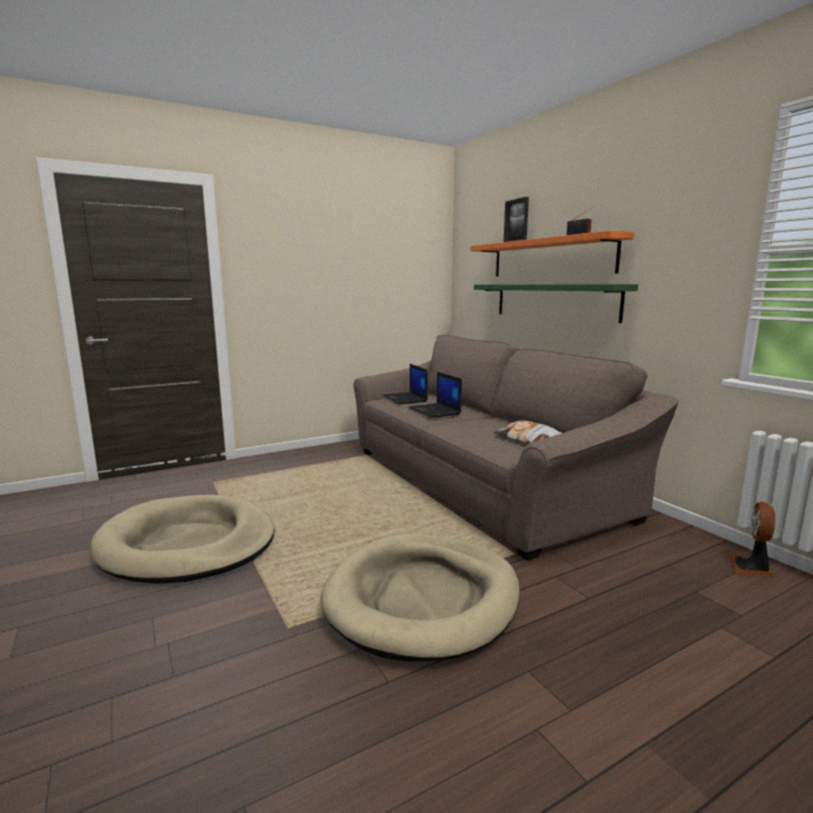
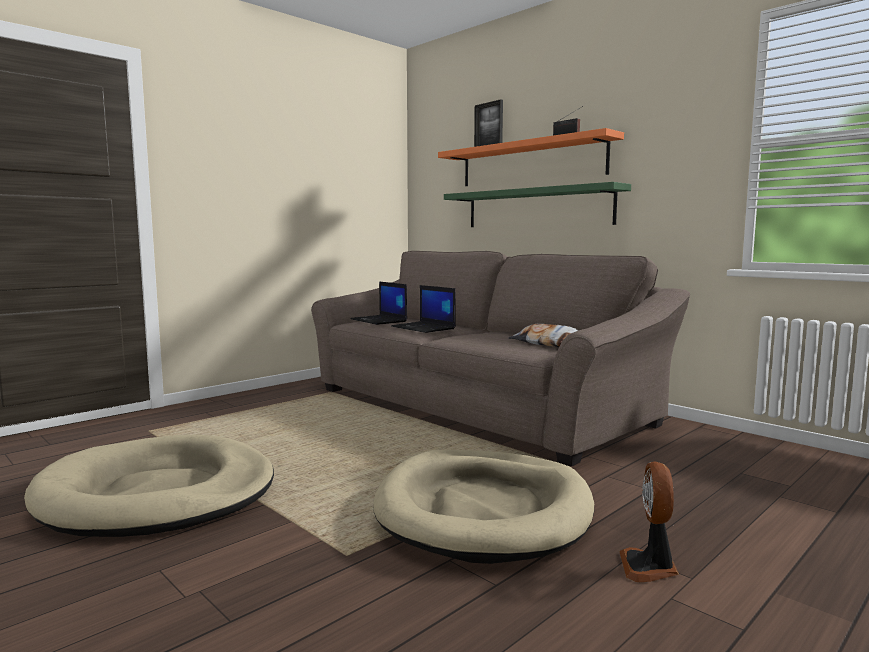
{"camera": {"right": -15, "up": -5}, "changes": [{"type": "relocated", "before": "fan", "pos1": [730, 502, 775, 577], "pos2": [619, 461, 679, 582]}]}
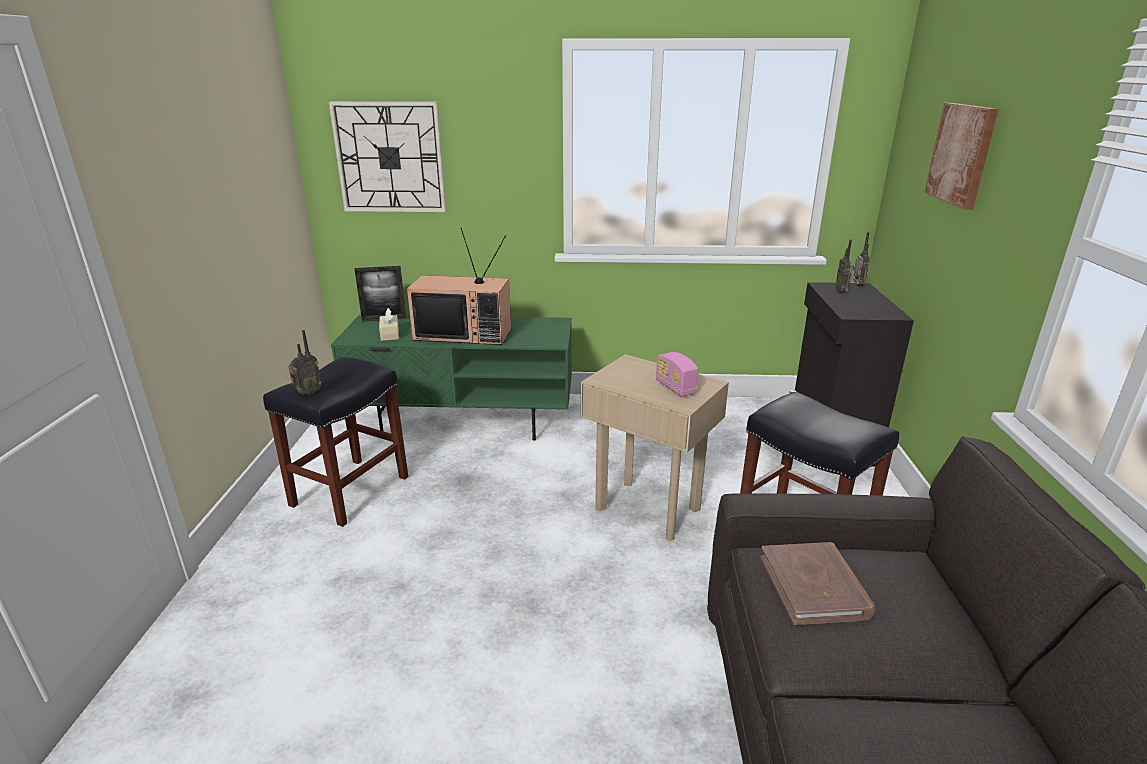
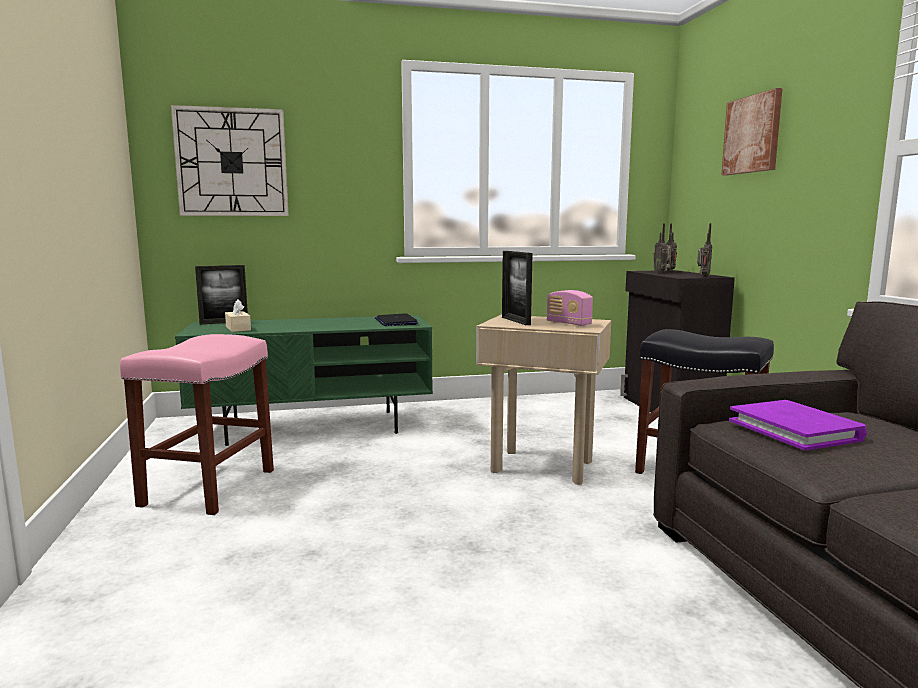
{"camera": {"right": -15, "up": -15}, "changes": [{"type": "missing", "before": "television", "pos1": [407, 228, 511, 345]}, {"type": "relocated", "before": "radio", "pos1": [288, 330, 322, 395], "pos2": [697, 223, 712, 277]}, {"type": "colour", "before": "stool in black", "after": "stool in pink", "pos1": [263, 357, 408, 527], "pos2": [120, 334, 274, 515]}, {"type": "colour", "before": "book in brown", "after": "book in purple", "pos1": [760, 542, 876, 625], "pos2": [729, 400, 867, 451]}, {"type": "appeared", "after": "picture frame", "pos2": [502, 251, 533, 325]}, {"type": "appeared", "after": "laptop", "pos2": [375, 313, 418, 326]}]}
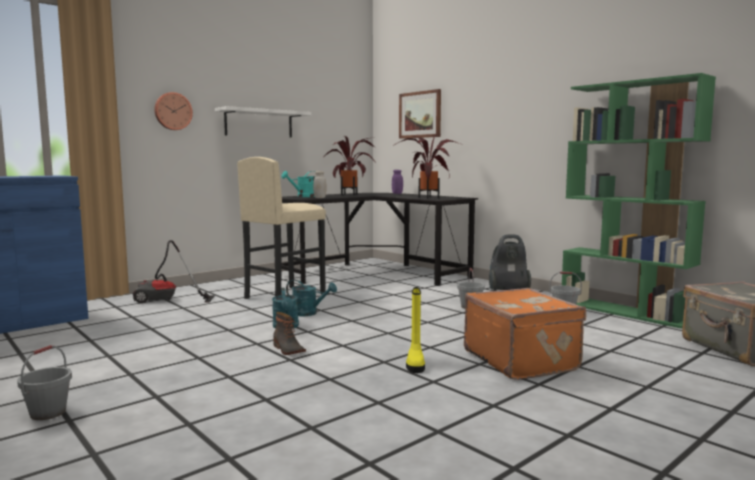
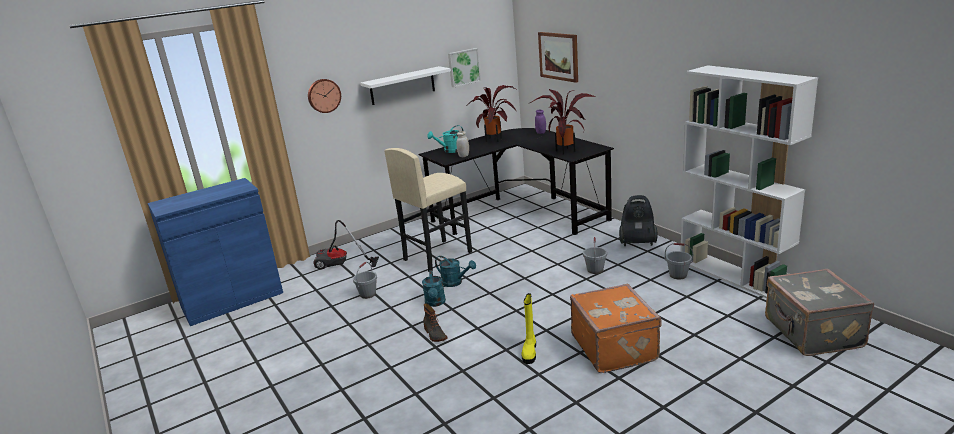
{"camera": {"right": 10, "up": 15}, "changes": [{"type": "colour", "before": "bookcase in green", "after": "bookcase in white", "pos1": [562, 73, 716, 329], "pos2": [680, 65, 818, 298]}, {"type": "relocated", "before": "bucket in grey", "pos1": [17, 345, 72, 420], "pos2": [353, 262, 377, 299]}, {"type": "appeared", "after": "picture", "pos2": [448, 48, 481, 87]}]}
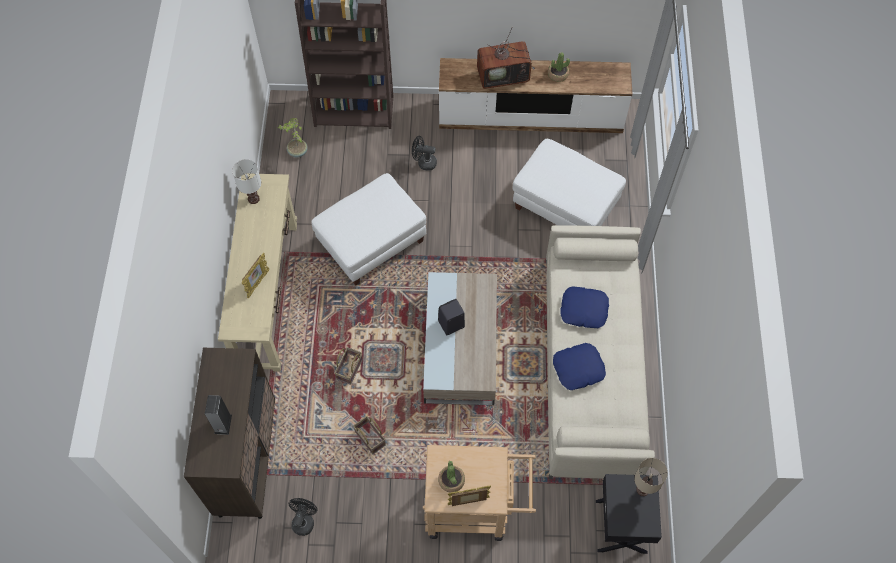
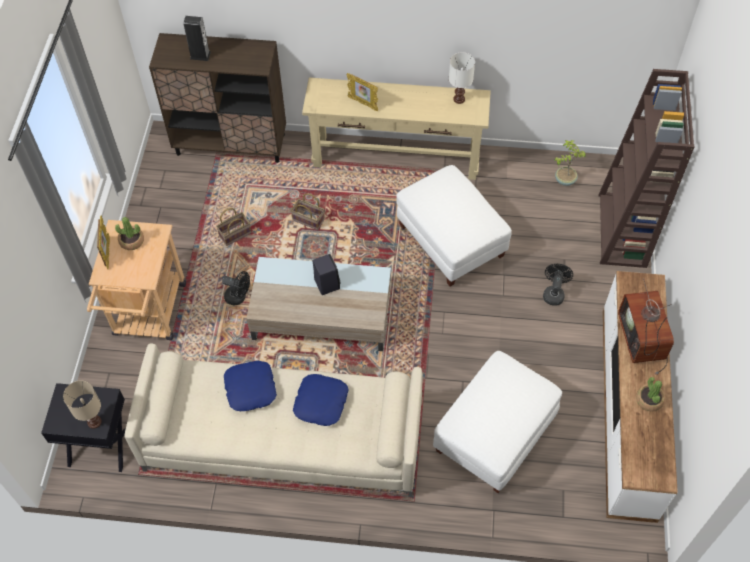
{"camera": {"right": 95, "up": -5}, "changes": [{"type": "relocated", "before": "fan in black", "pos1": [289, 498, 317, 536], "pos2": [222, 271, 250, 305]}]}
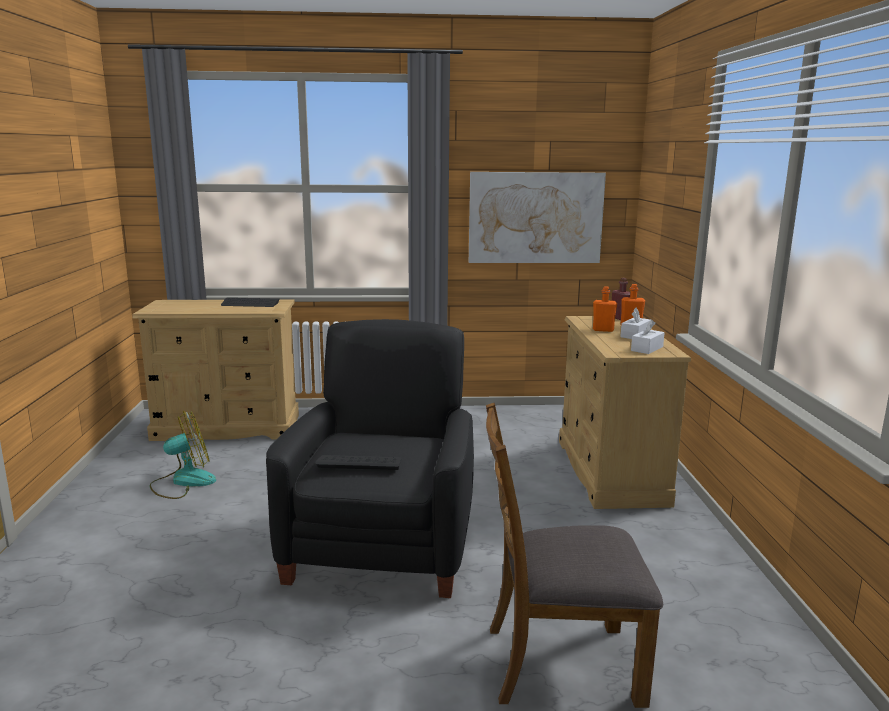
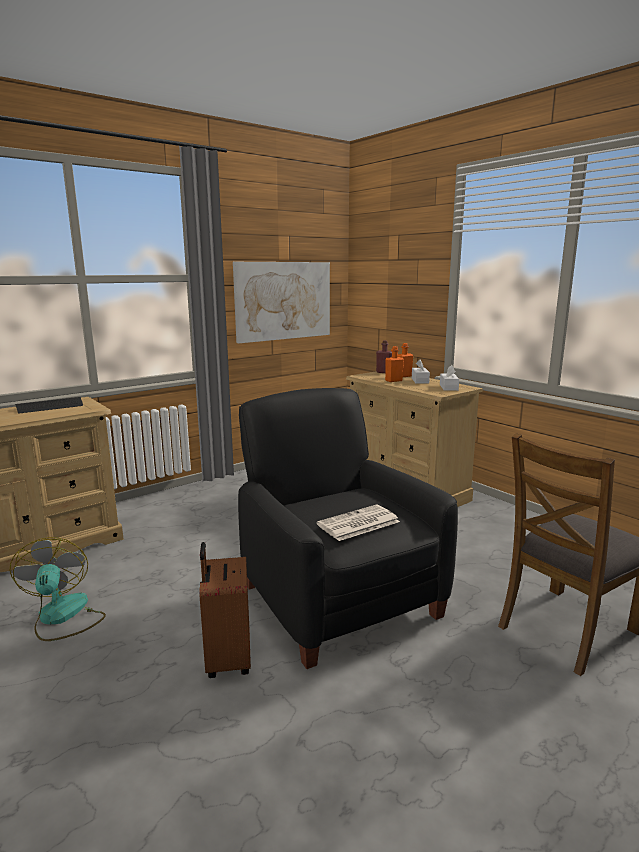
{"camera": {"right": -35, "up": 0}, "changes": [{"type": "spun", "before": "fan", "pos1": [150, 411, 216, 499], "pos2": [10, 537, 106, 641], "turn": -45}, {"type": "exchanged", "before": "keyboard", "after": "newspaper", "pos1": [316, 455, 402, 470], "pos2": [317, 505, 400, 541]}, {"type": "appeared", "after": "suitcase in brown", "pos2": [199, 542, 251, 678]}]}
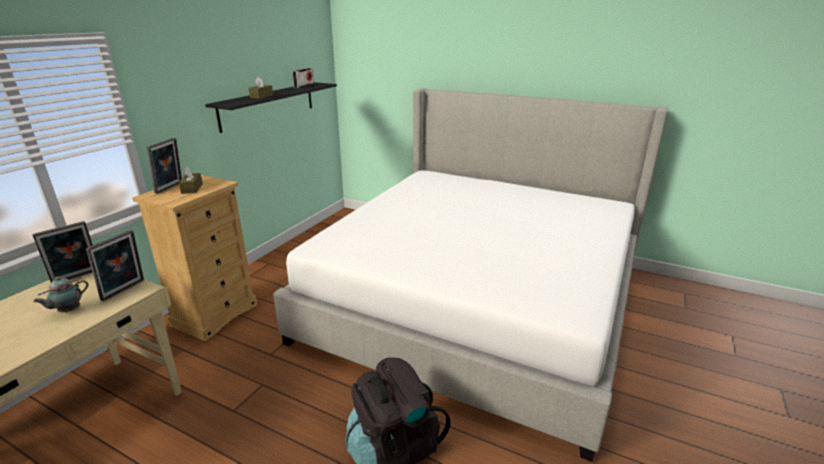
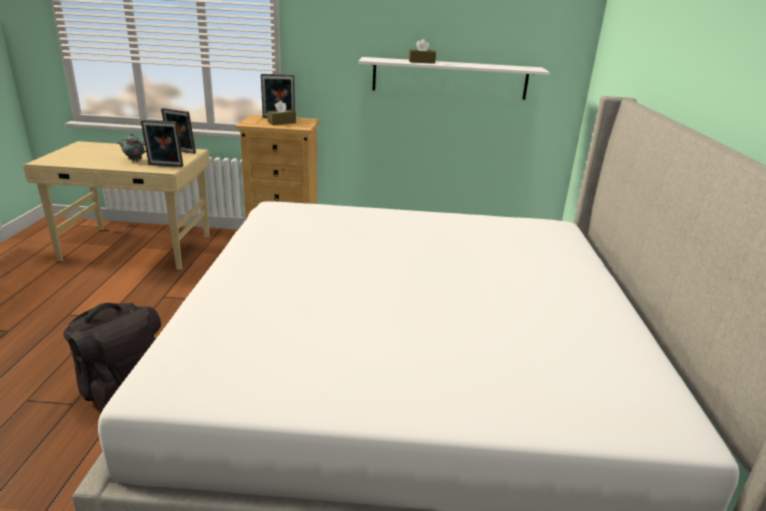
{"camera": {"right": 65, "up": 0}, "changes": [{"type": "missing", "before": "radio", "pos1": [292, 68, 314, 88]}, {"type": "colour", "before": "shelf in black", "after": "shelf in white", "pos1": [205, 82, 337, 133], "pos2": [358, 57, 550, 100]}]}
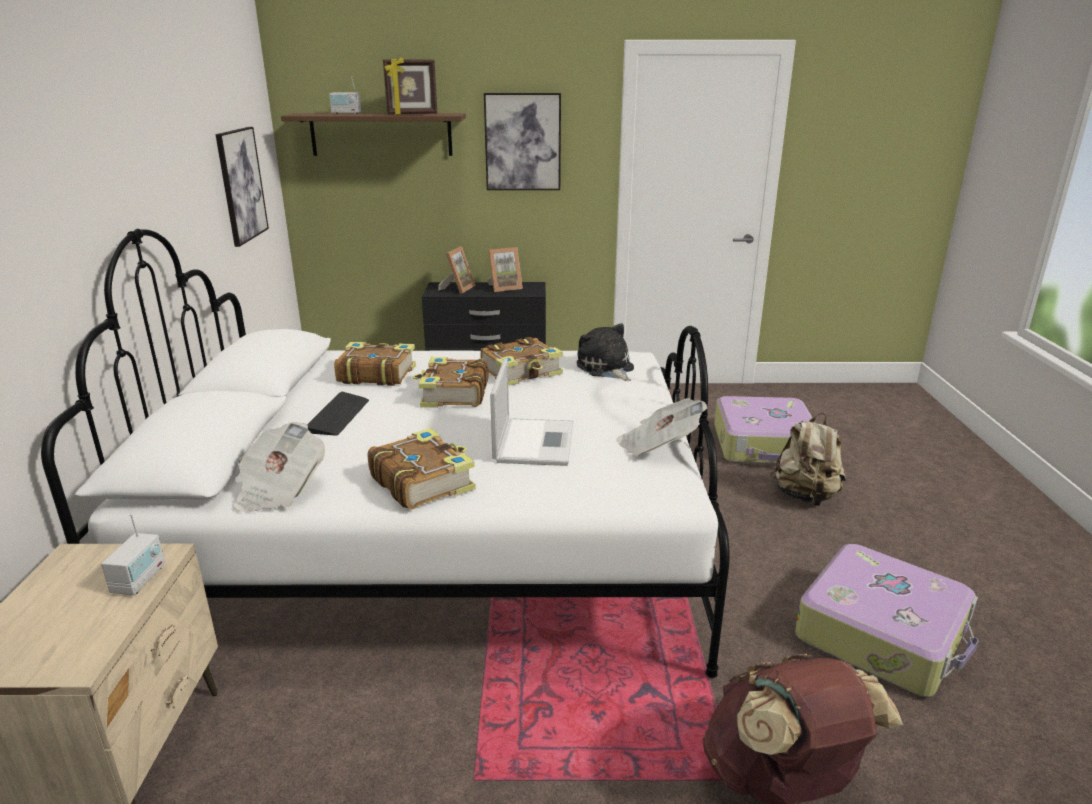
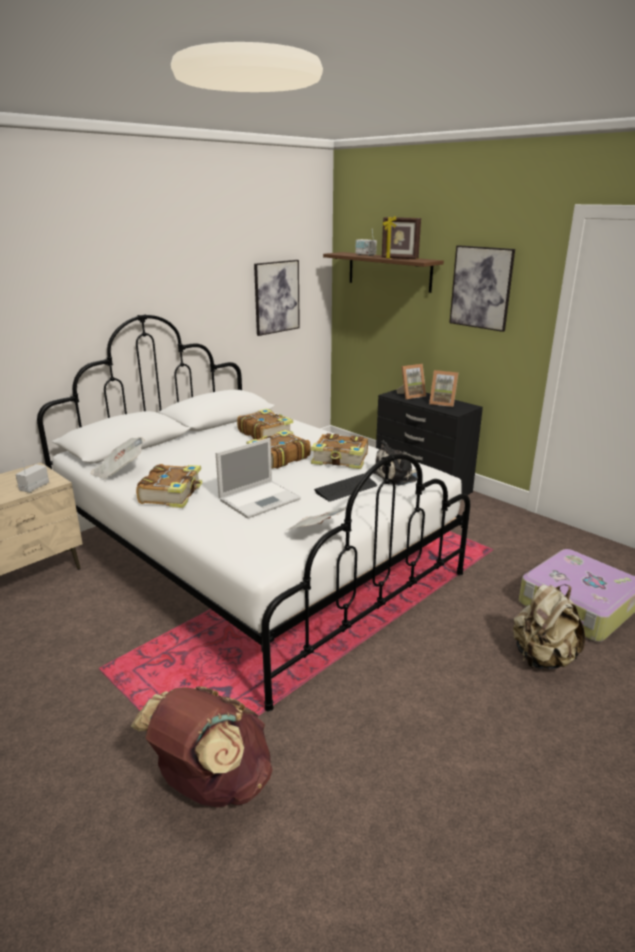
{"camera": {"right": 45, "up": 0}, "changes": [{"type": "spun", "before": "plush toy", "pos1": [577, 323, 634, 381], "pos2": [374, 440, 417, 486], "turn": -135}, {"type": "relocated", "before": "keyboard", "pos1": [307, 392, 369, 436], "pos2": [314, 473, 377, 502]}, {"type": "spun", "before": "radio", "pos1": [101, 514, 165, 595], "pos2": [16, 459, 49, 493], "turn": 150}, {"type": "missing", "before": "suitcase", "pos1": [795, 544, 979, 697]}]}
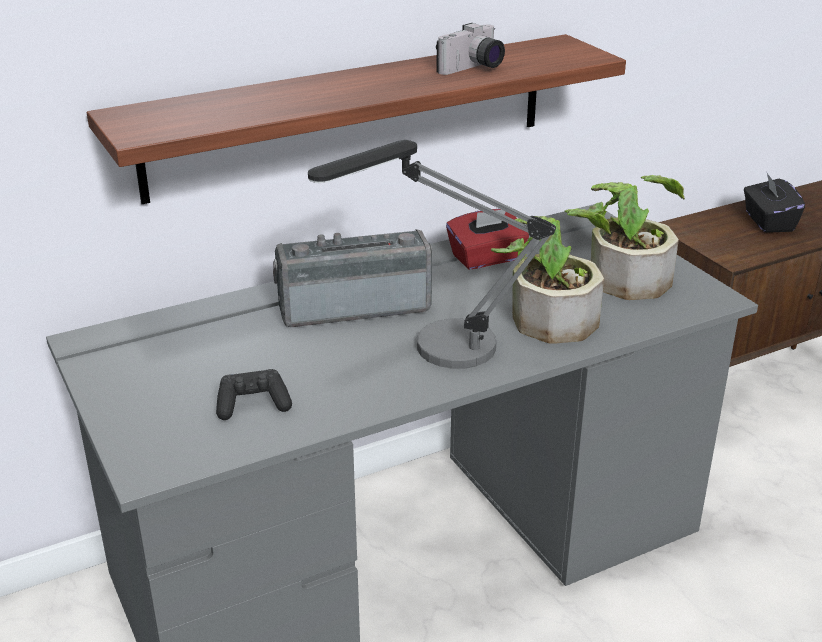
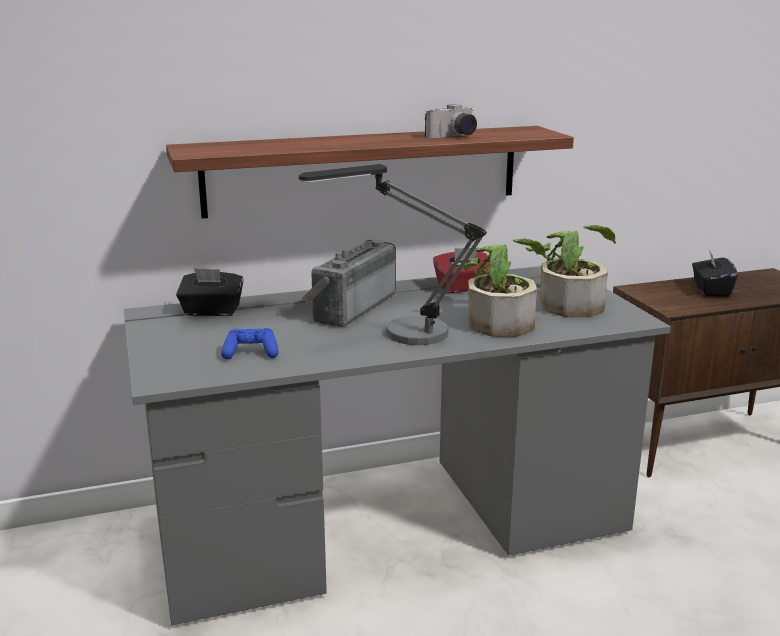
{"camera": {"right": 10, "up": -10}, "changes": [{"type": "spun", "before": "radio", "pos1": [273, 229, 432, 327], "pos2": [303, 240, 396, 327], "turn": -60}, {"type": "colour", "before": "game controller in black", "after": "game controller in blue", "pos1": [216, 369, 292, 420], "pos2": [221, 328, 279, 359]}, {"type": "appeared", "after": "tissue box in black", "pos2": [176, 268, 244, 316]}]}
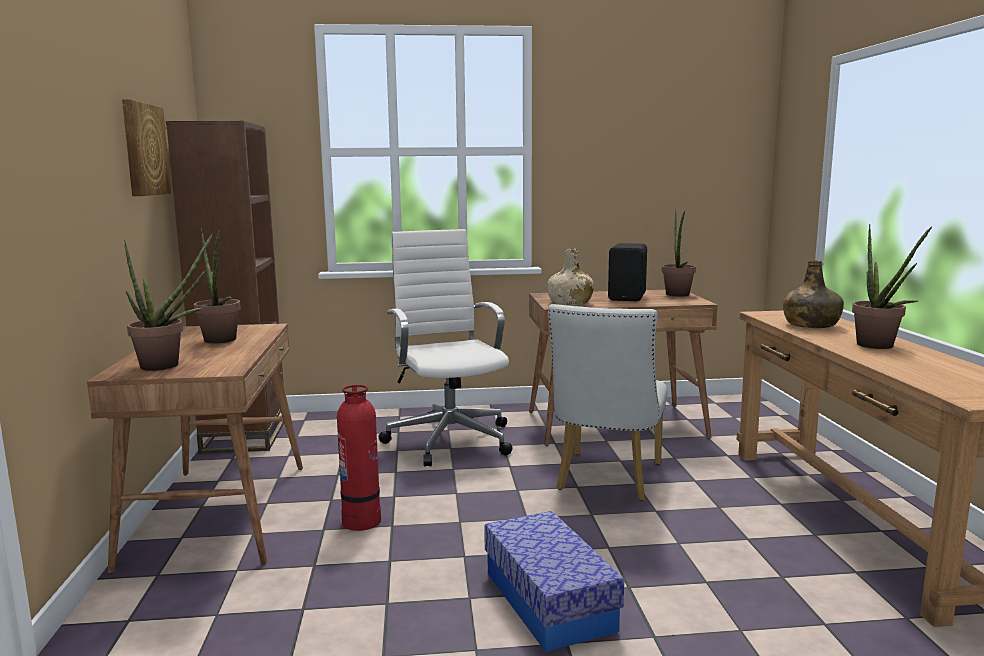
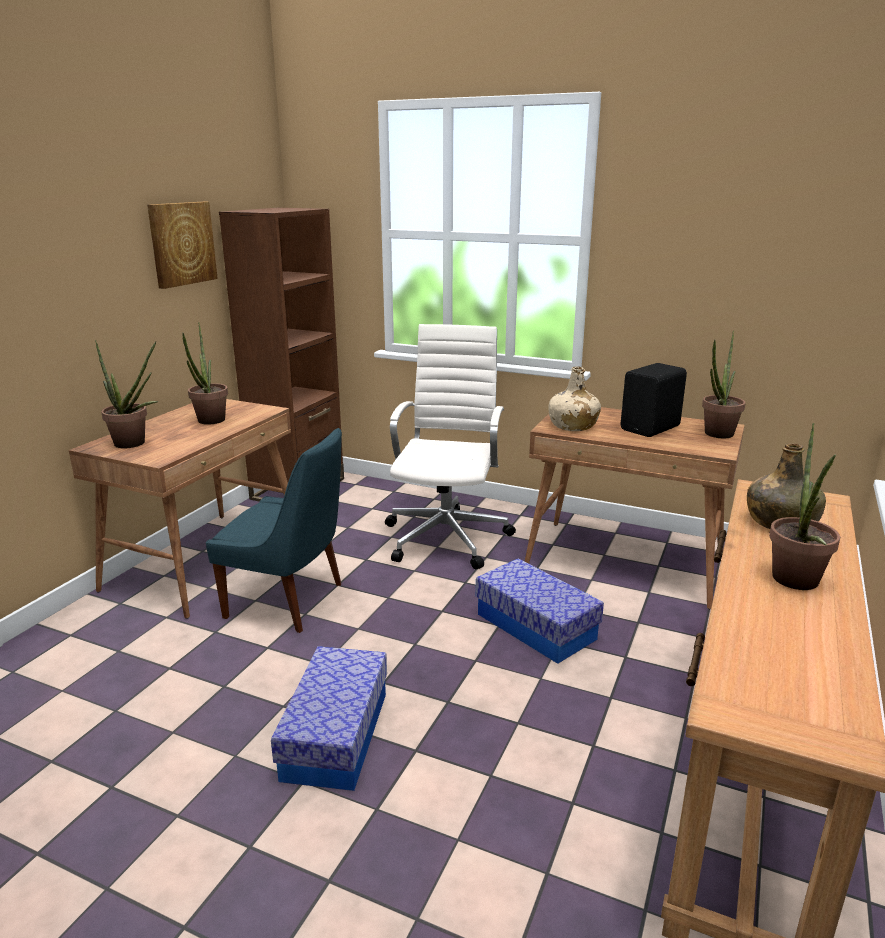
{"camera": {"right": 30, "up": 10}, "changes": [{"type": "exchanged", "before": "chair in white", "after": "storage box", "pos1": [548, 304, 667, 501], "pos2": [476, 559, 604, 664]}, {"type": "exchanged", "before": "fire extinguisher", "after": "chair in blue", "pos1": [337, 385, 381, 531], "pos2": [206, 428, 342, 633]}]}
